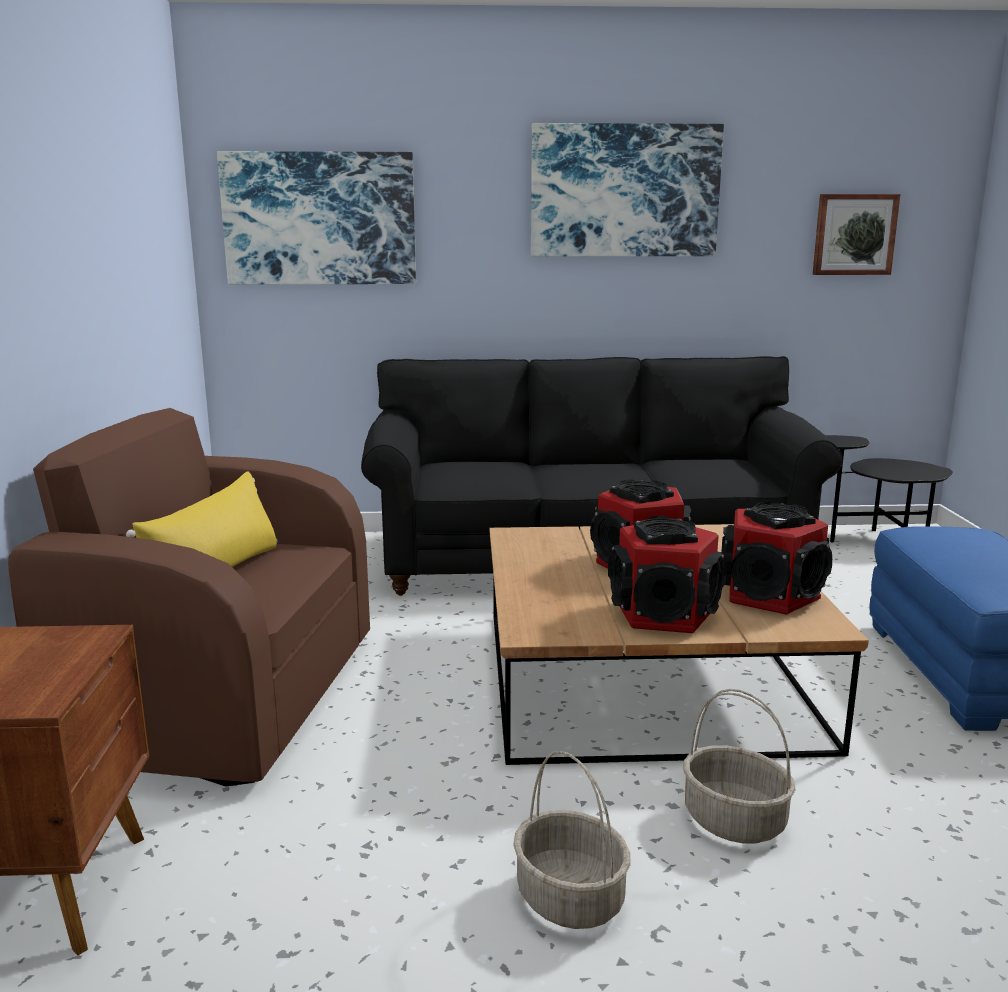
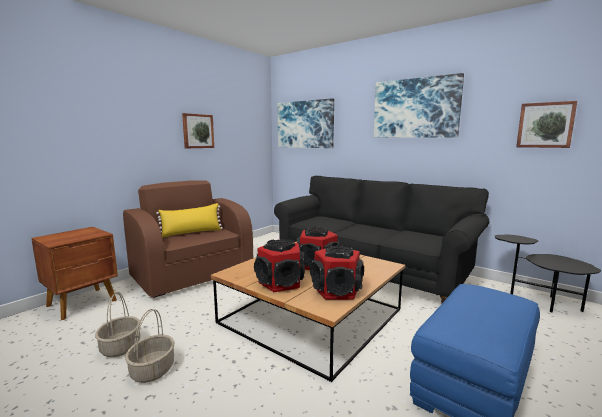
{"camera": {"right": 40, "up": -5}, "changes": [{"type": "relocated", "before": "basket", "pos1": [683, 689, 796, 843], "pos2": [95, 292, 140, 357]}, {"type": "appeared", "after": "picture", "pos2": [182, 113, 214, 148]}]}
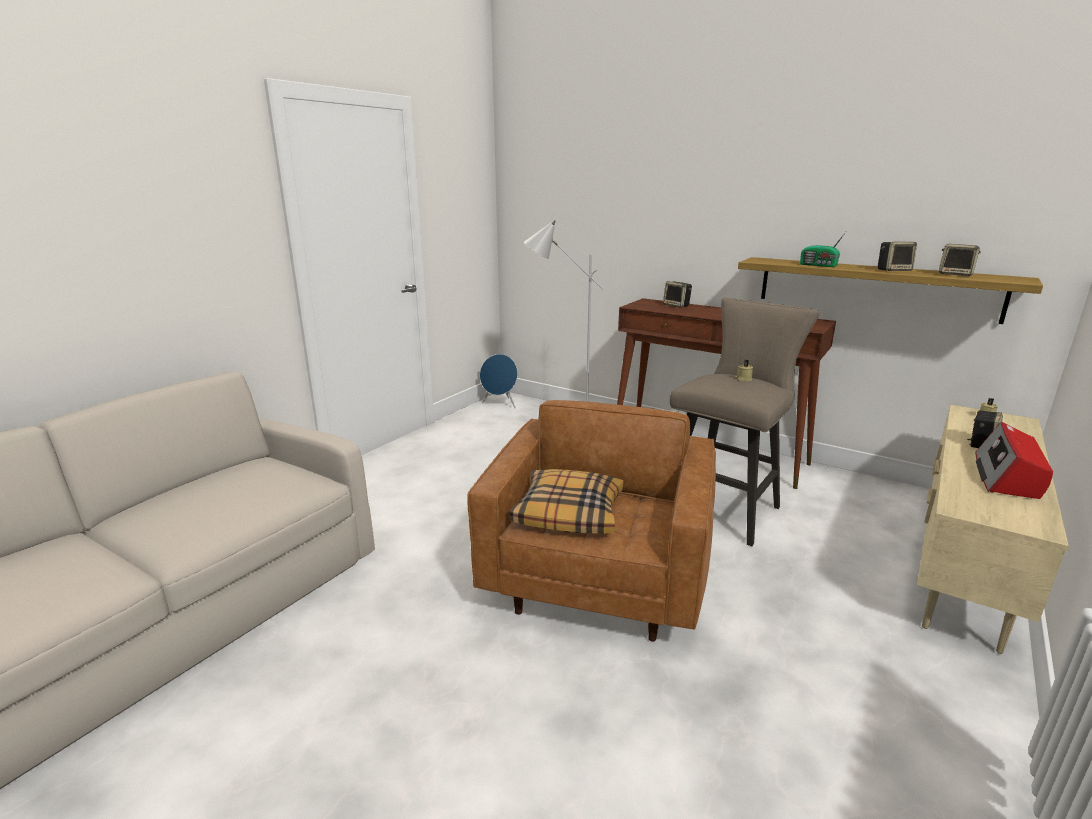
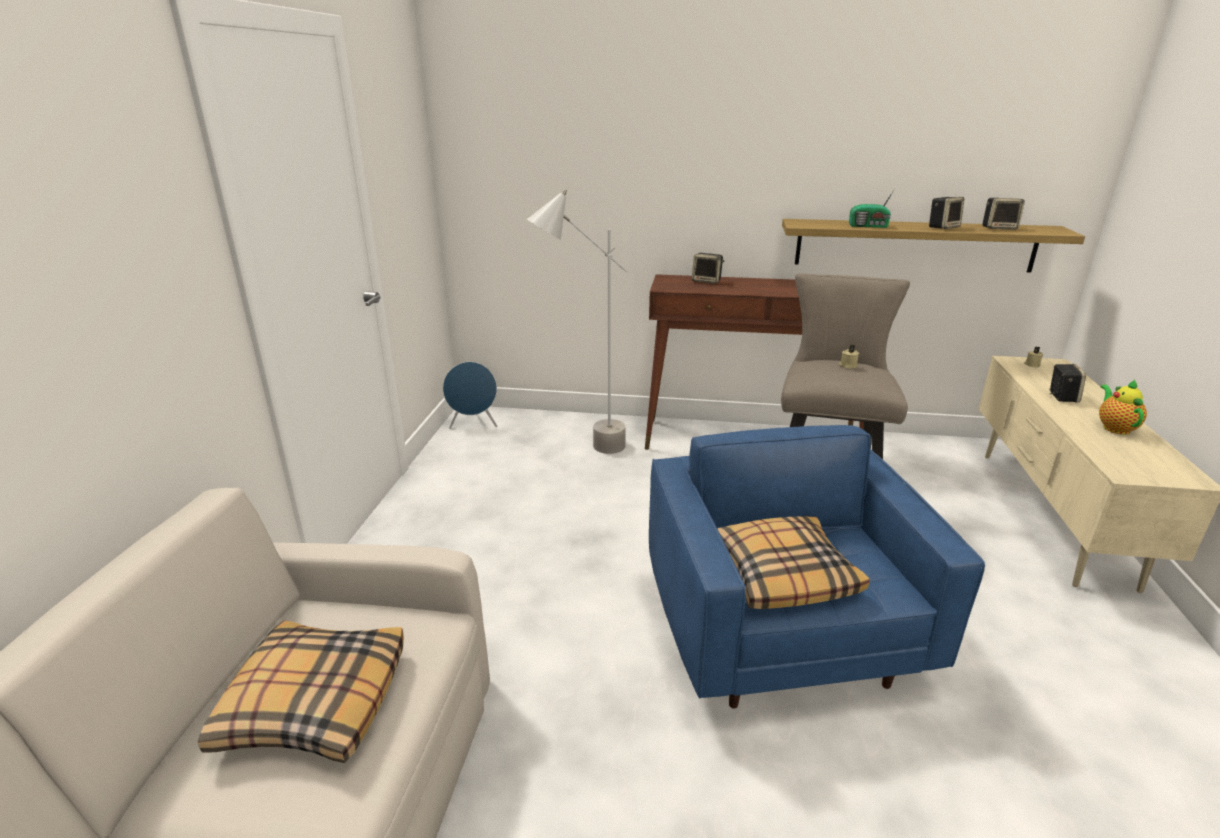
{"camera": {"right": -25, "up": 5}, "changes": [{"type": "colour", "before": "armchair in brown", "after": "armchair in blue", "pos1": [467, 400, 716, 642], "pos2": [649, 425, 985, 709]}, {"type": "exchanged", "before": "radio", "after": "teapot", "pos1": [975, 422, 1053, 499], "pos2": [1099, 379, 1147, 435]}, {"type": "appeared", "after": "pillow", "pos2": [198, 621, 404, 763]}]}
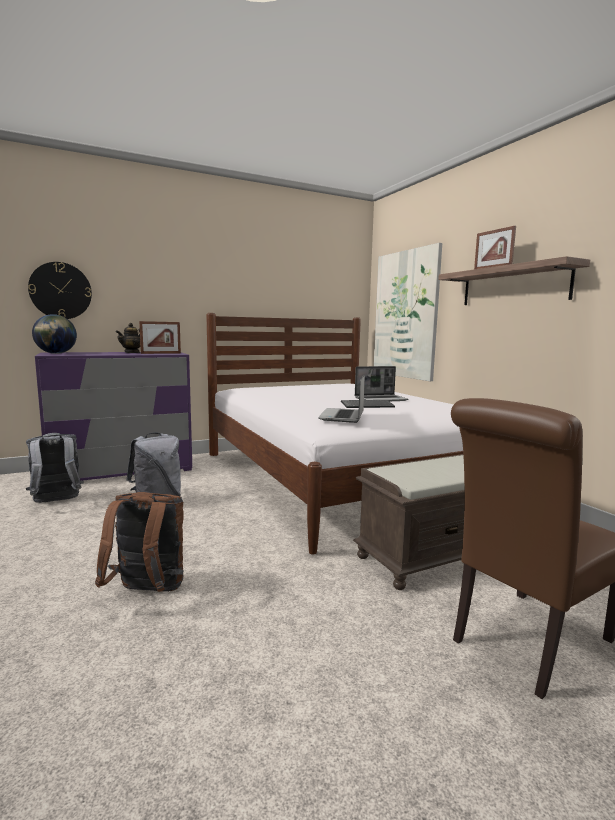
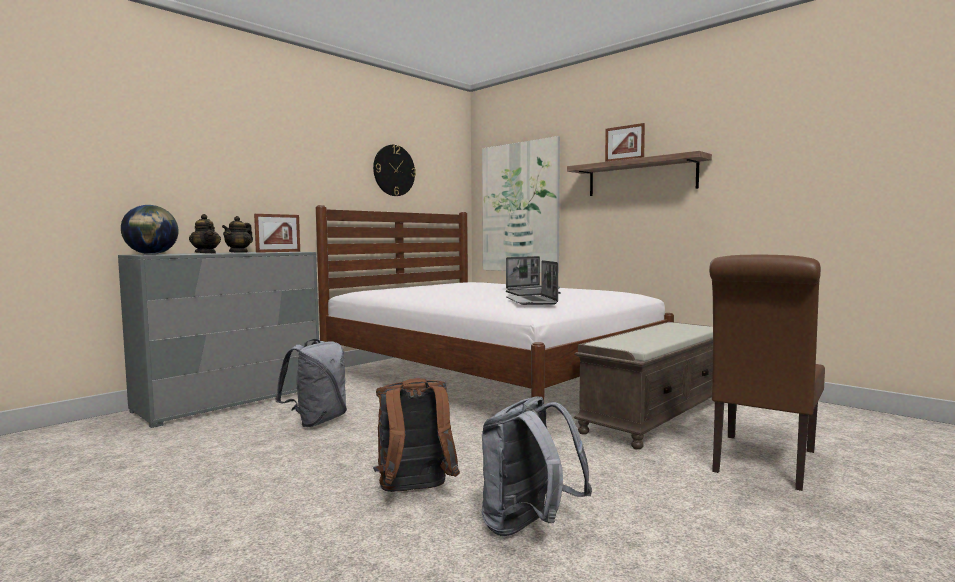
{"camera": {"right": -20, "up": -5}, "changes": [{"type": "relocated", "before": "wall clock", "pos1": [28, 262, 92, 319], "pos2": [373, 145, 416, 196]}, {"type": "colour", "before": "dresser in purple", "after": "dresser in grey", "pos1": [35, 352, 192, 481], "pos2": [118, 252, 319, 428]}, {"type": "relocated", "before": "backpack in grey", "pos1": [25, 433, 84, 503], "pos2": [482, 396, 592, 536]}, {"type": "appeared", "after": "teapot", "pos2": [189, 214, 221, 254]}]}
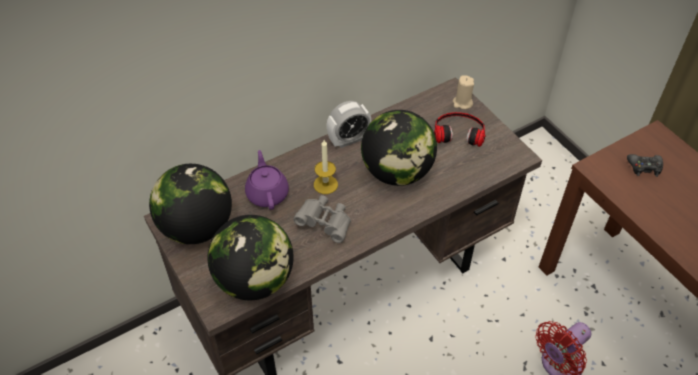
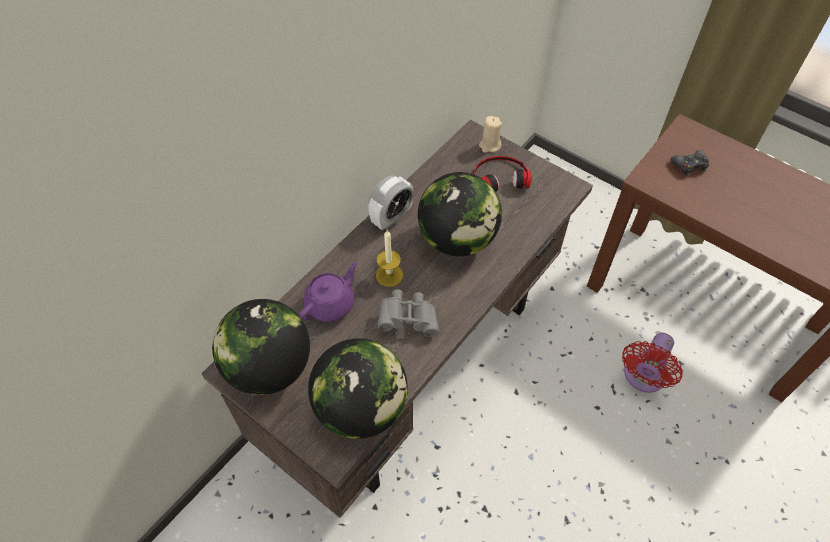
{"camera": {"right": -20, "up": 5}, "changes": [{"type": "spun", "before": "teapot in purple", "pos1": [245, 150, 289, 210], "pos2": [299, 261, 358, 322], "turn": 75}]}
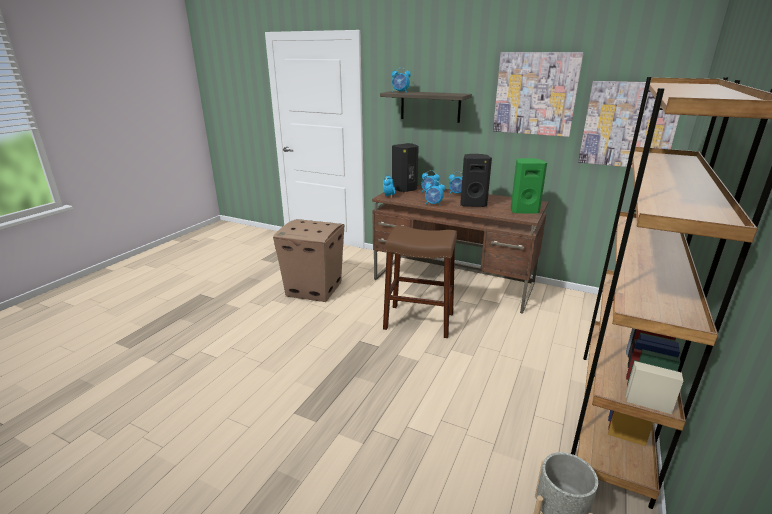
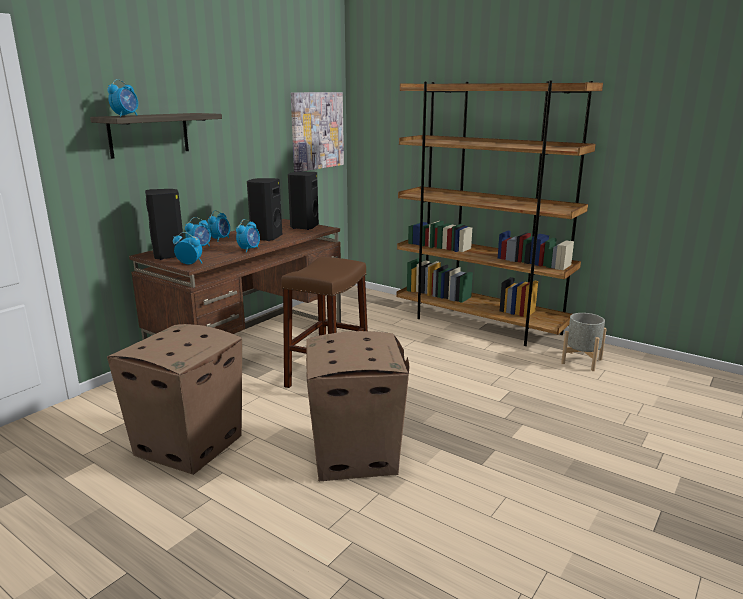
{"camera": {"right": -80, "up": -5}, "changes": [{"type": "missing", "before": "picture", "pos1": [493, 52, 584, 137]}, {"type": "colour", "before": "speaker in green", "after": "speaker in black", "pos1": [511, 158, 547, 214], "pos2": [288, 172, 319, 230]}, {"type": "appeared", "after": "cardboard box", "pos2": [306, 331, 409, 481]}]}
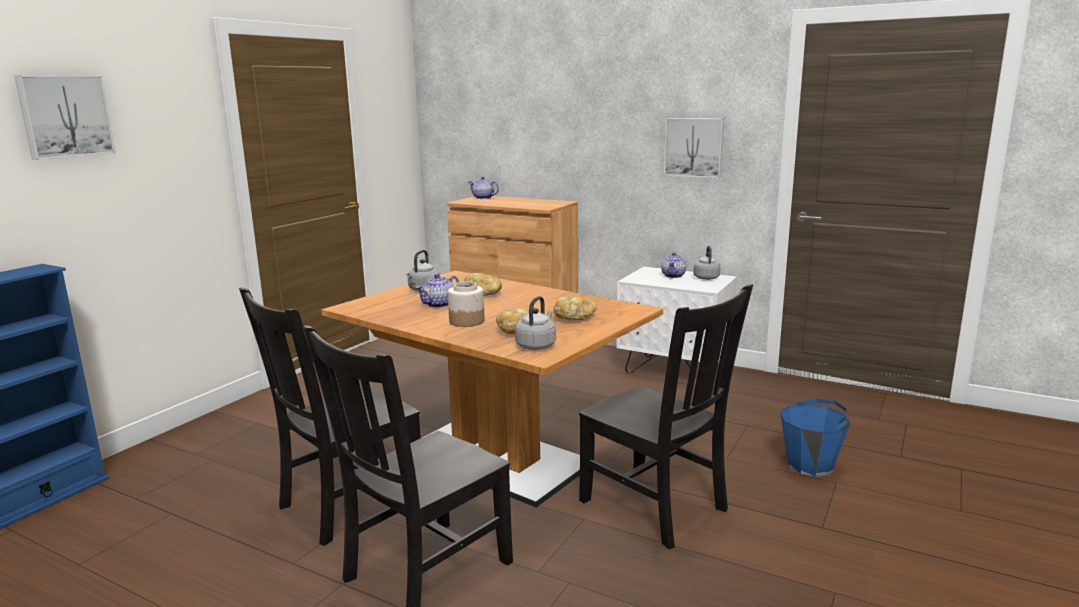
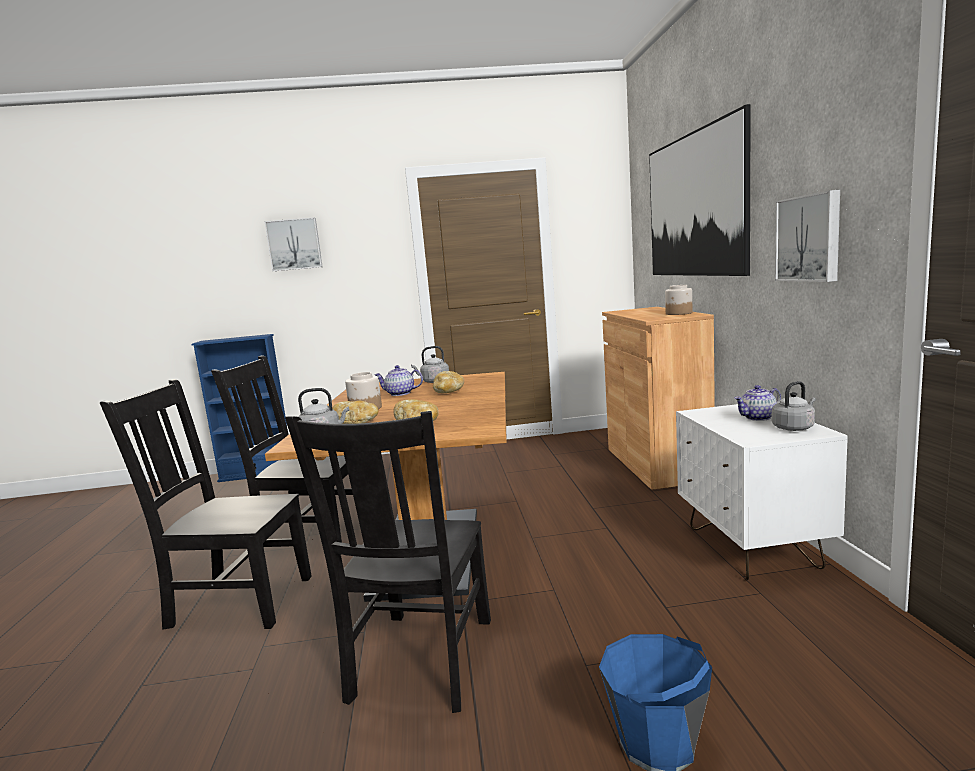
{"camera": {"right": 55, "up": -5}, "changes": [{"type": "missing", "before": "teapot", "pos1": [469, 177, 499, 199]}, {"type": "appeared", "after": "picture", "pos2": [649, 104, 751, 276]}, {"type": "appeared", "after": "jar", "pos2": [665, 285, 692, 315]}]}
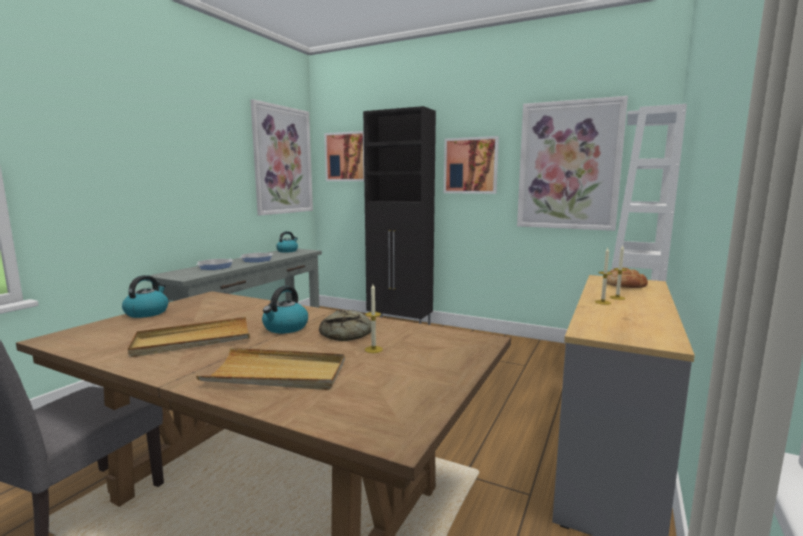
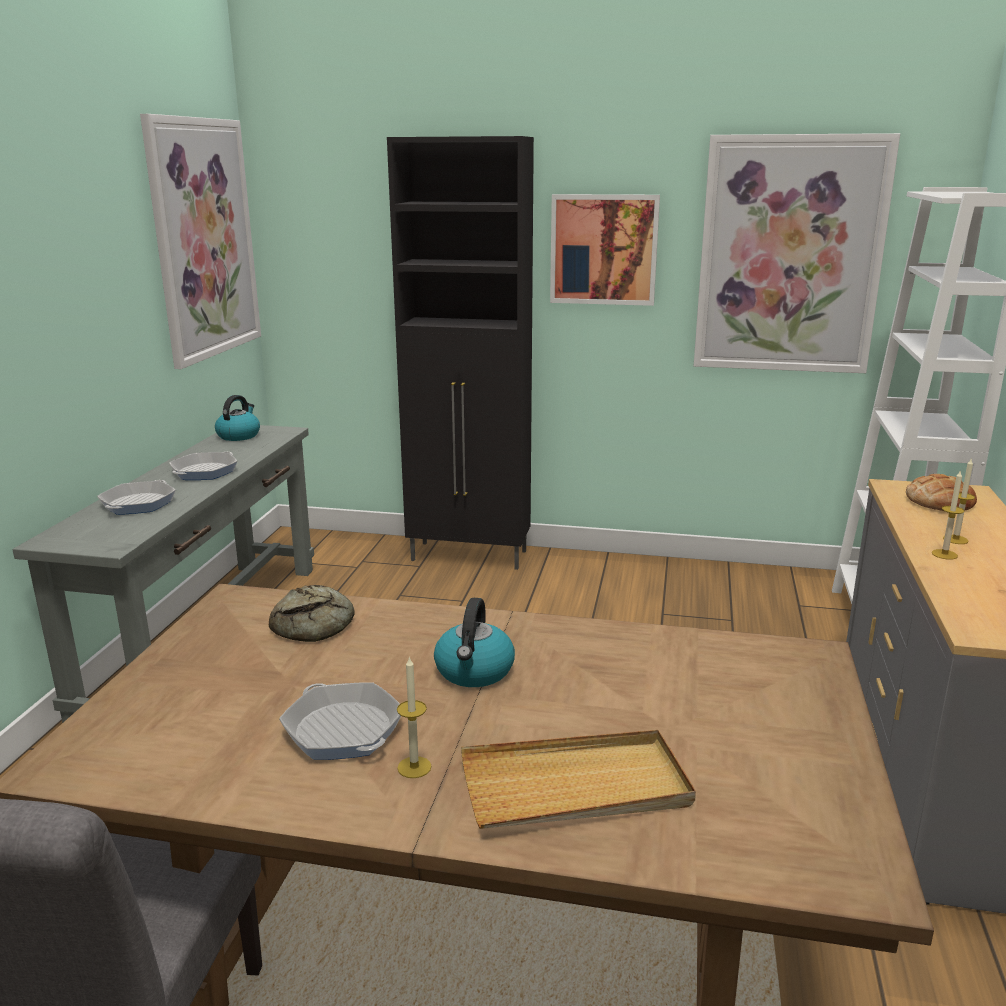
{"camera": {"right": -15, "up": 10}, "changes": [{"type": "missing", "before": "picture", "pos1": [324, 131, 364, 181]}, {"type": "missing", "before": "kettle", "pos1": [122, 275, 168, 318]}, {"type": "relocated", "before": "candle", "pos1": [365, 284, 383, 353], "pos2": [397, 656, 432, 778]}, {"type": "relocated", "before": "bread", "pos1": [319, 310, 371, 341], "pos2": [269, 585, 355, 642]}, {"type": "exchanged", "before": "tray in beige", "after": "frying pan", "pos1": [128, 317, 250, 357], "pos2": [279, 683, 401, 760]}]}
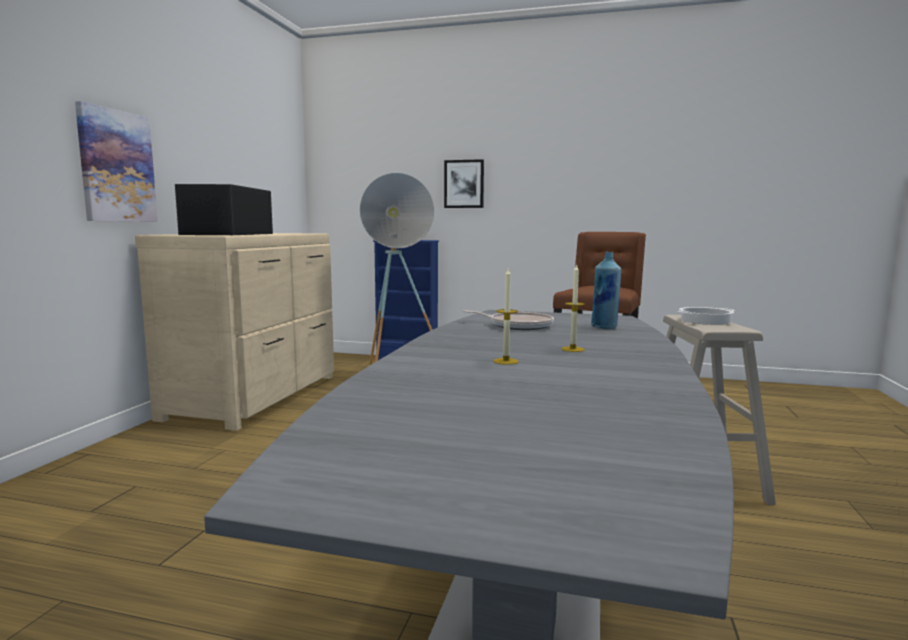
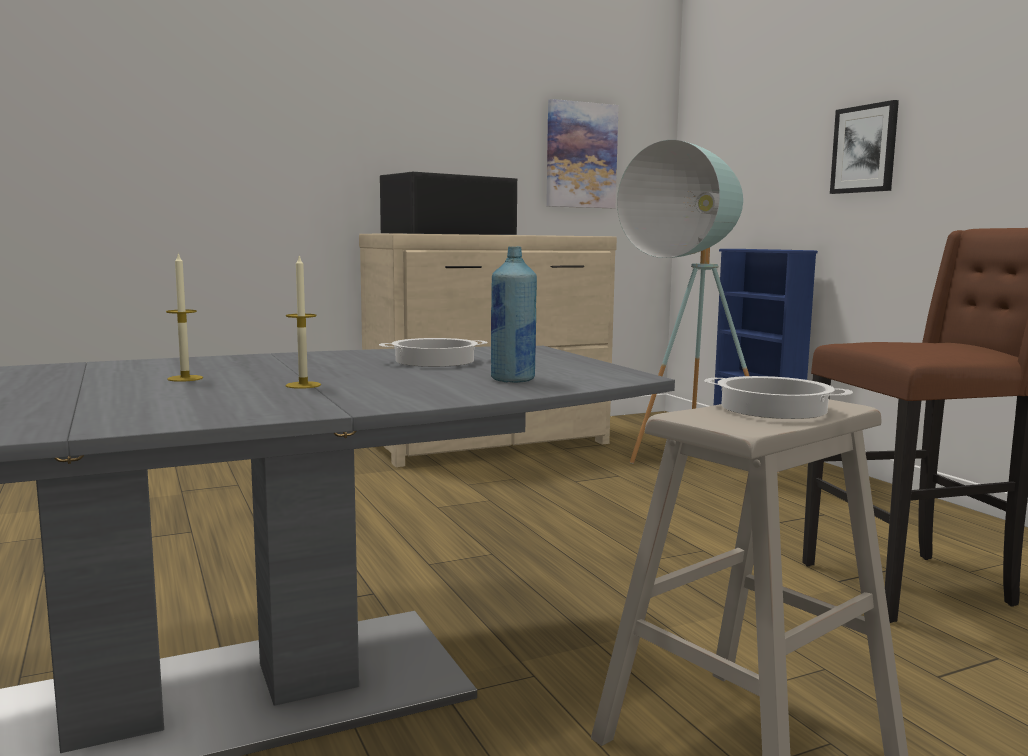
{"camera": {"right": 50, "up": 0}, "changes": [{"type": "relocated", "before": "picture", "pos1": [75, 101, 158, 222], "pos2": [546, 99, 619, 208]}, {"type": "exchanged", "before": "frying pan", "after": "cooking pot", "pos1": [463, 310, 554, 330], "pos2": [379, 338, 488, 367]}]}
